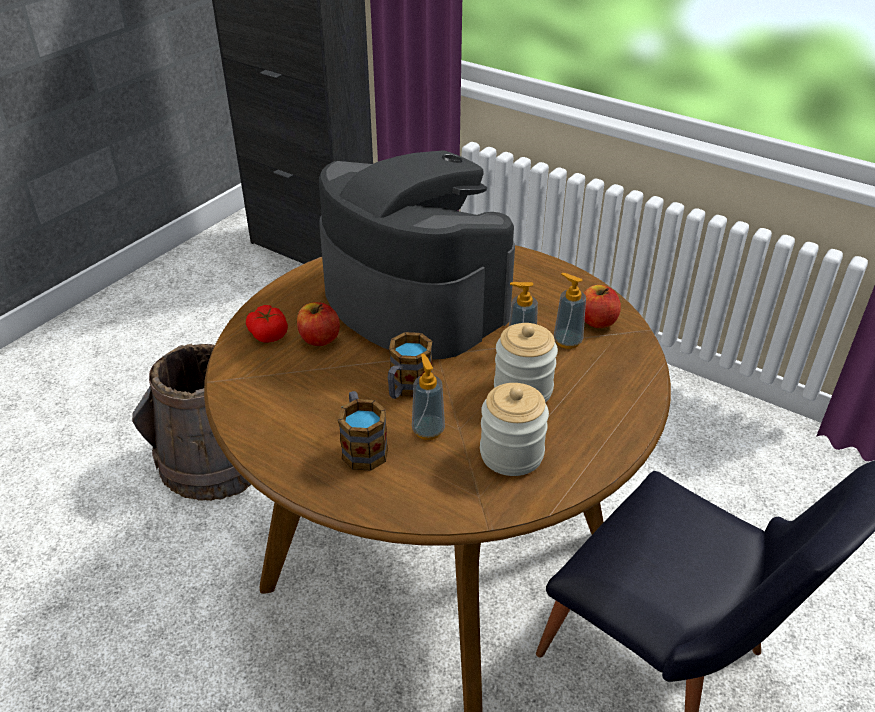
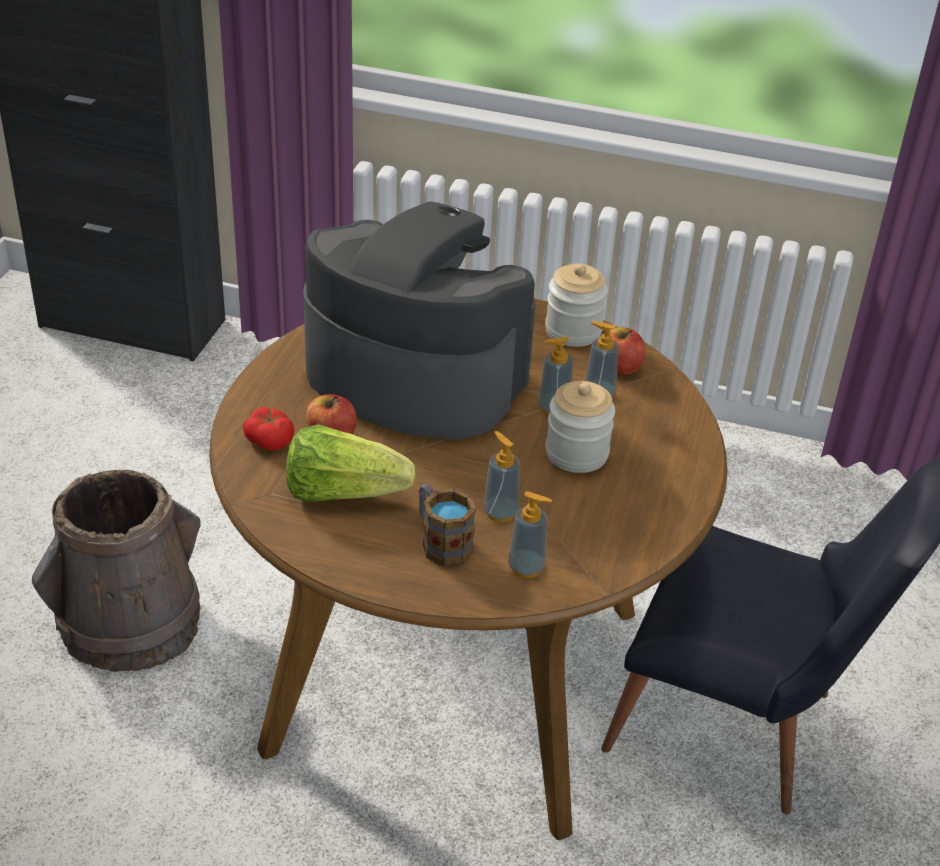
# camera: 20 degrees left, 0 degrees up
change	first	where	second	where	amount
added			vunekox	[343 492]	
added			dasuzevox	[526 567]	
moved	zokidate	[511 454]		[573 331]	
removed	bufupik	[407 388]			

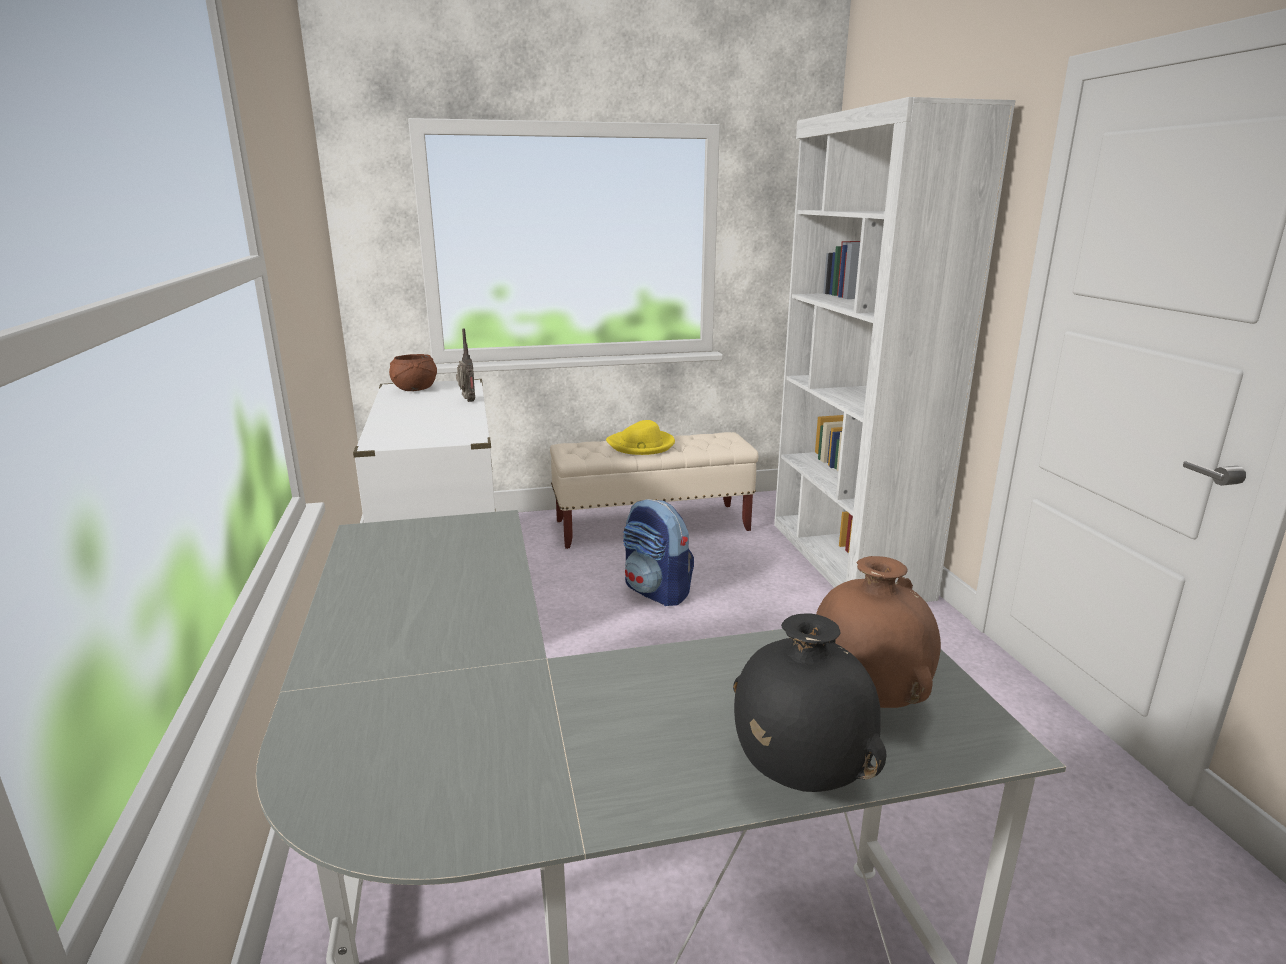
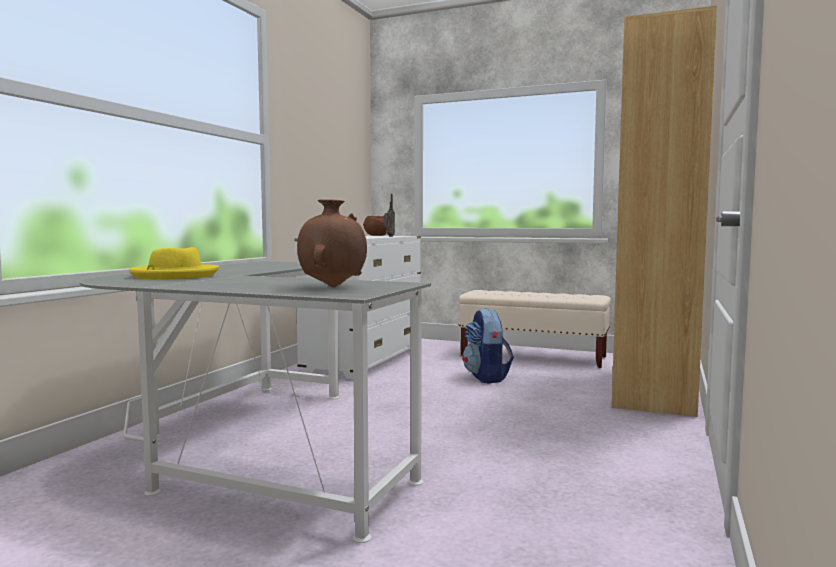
# camera: 35 degrees right, 15 degrees down
change	first	where	second	where	amount
moved	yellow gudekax	[641 445]		[174 275]	
recoloured	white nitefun	[846 559]	brown nitefun	[654 389]	
removed	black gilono	[798 775]			

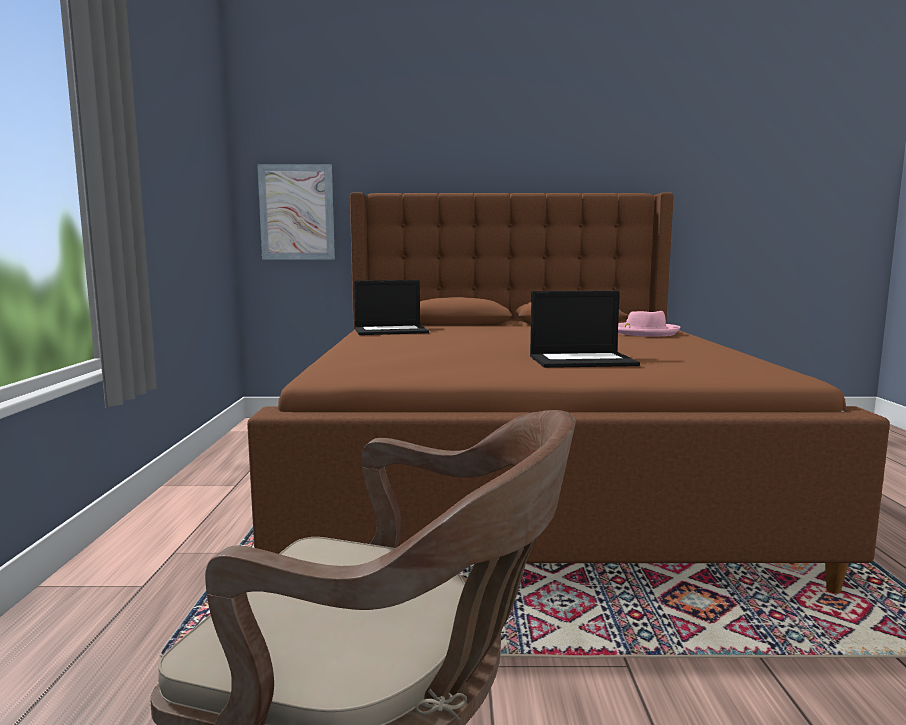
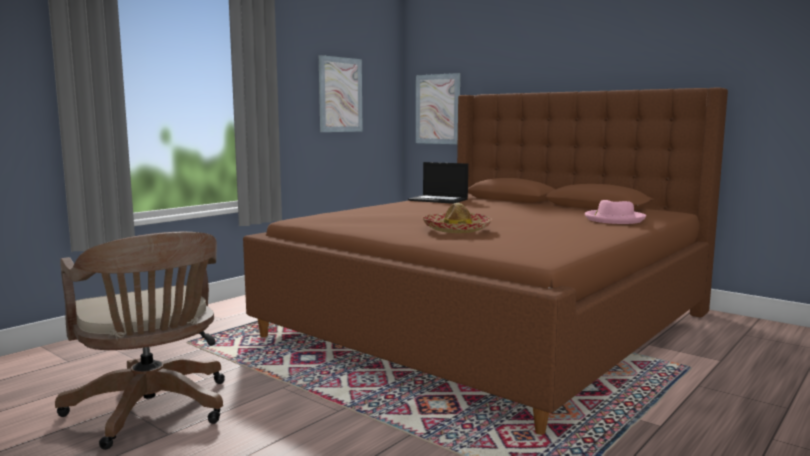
# camera: 40 degrees right, 0 degrees up
change	first	where	second	where	amount
added			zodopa	[340 95]	
replaced	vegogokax	[583 360]	gudekax	[457 230]	

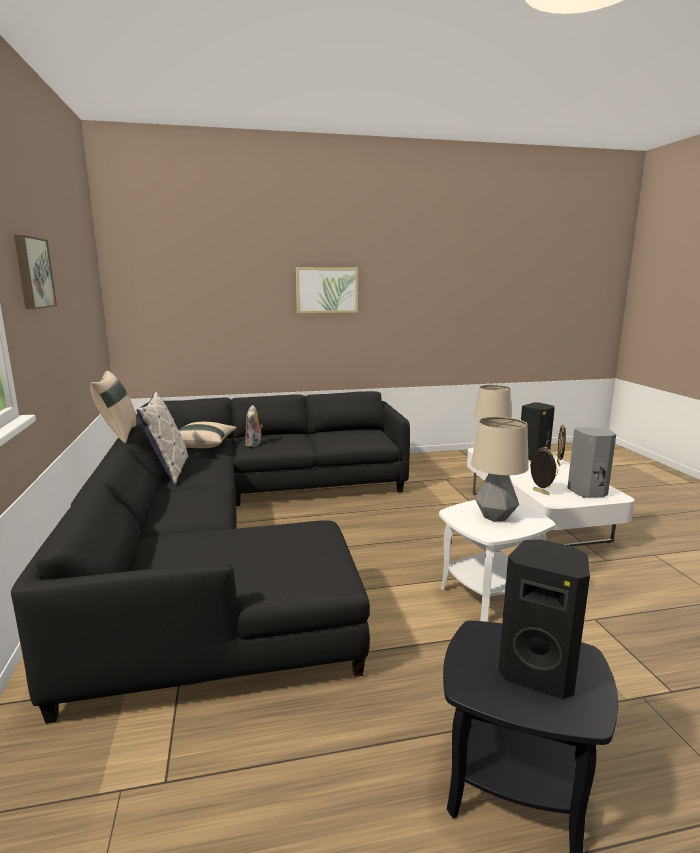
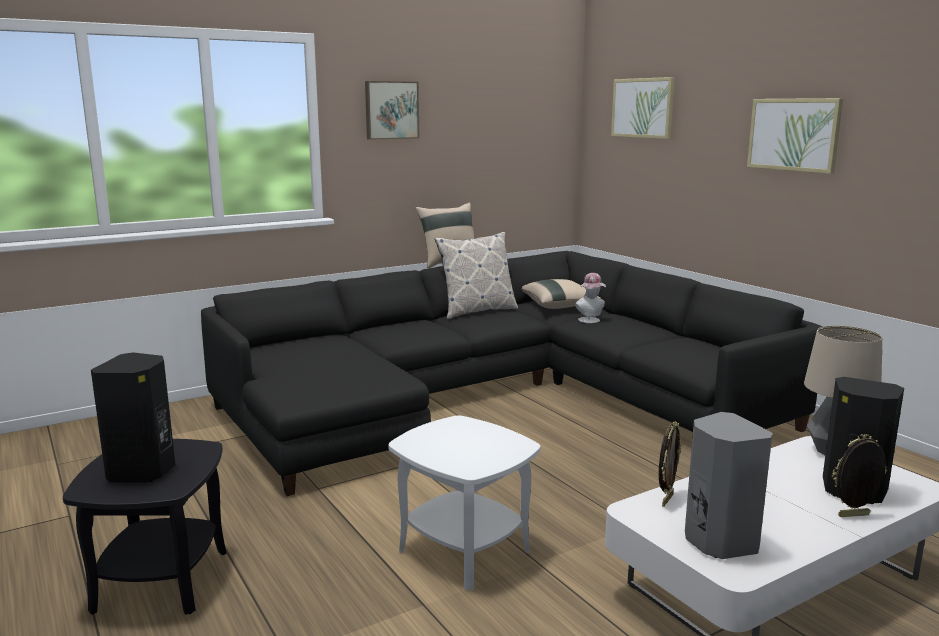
# camera: 70 degrees right, 0 degrees up
change	first	where	second	where	amount
replaced	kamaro	[254 444]	gudekax	[591 321]	
added			zodopa	[643 108]	
removed	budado	[495 517]			

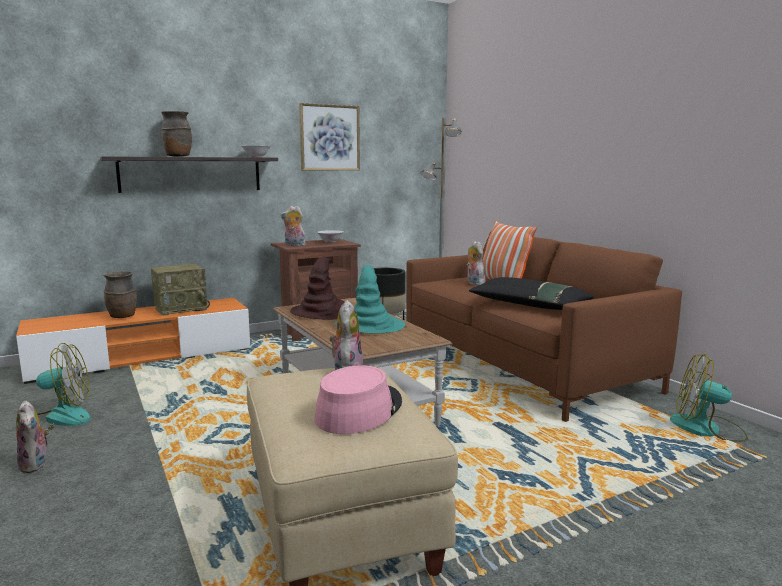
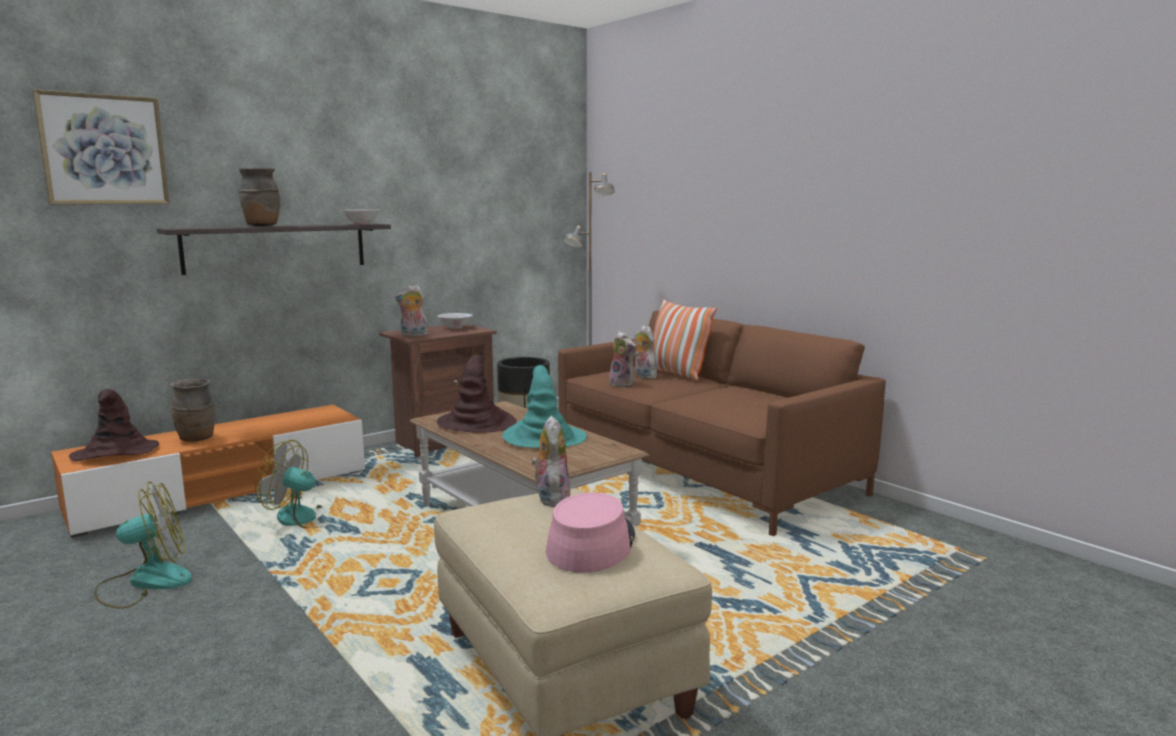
# camera: 10 degrees left, 0 degrees up
change	first	where	second	where	amount
moved	zodopa	[329 138]		[104 150]	
added			brown gudekax	[115 453]	
moved	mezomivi	[707 429]		[306 519]	
moved	kamaro	[36 465]		[623 384]	
removed	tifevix	[181 309]			
removed	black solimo	[529 305]			

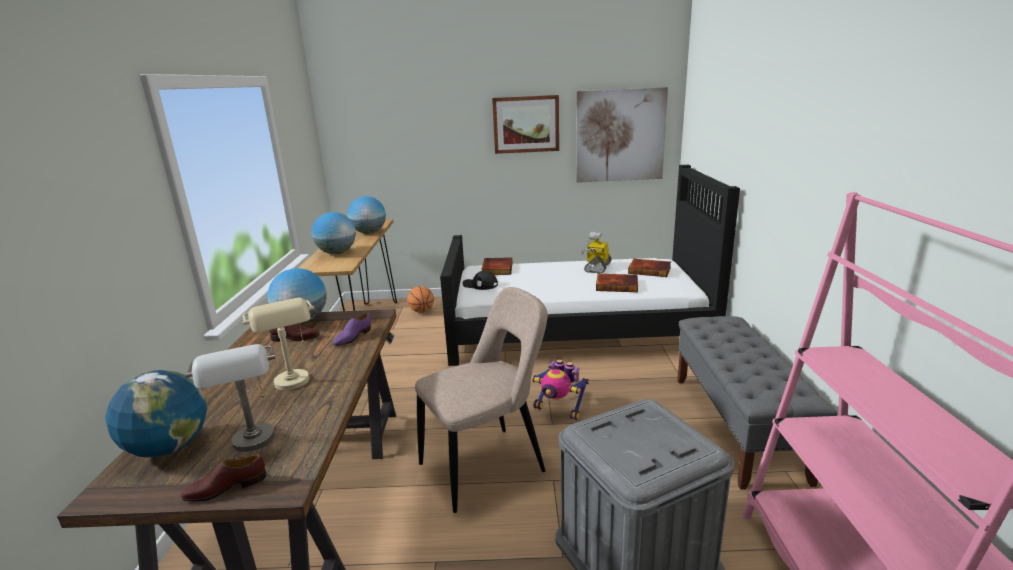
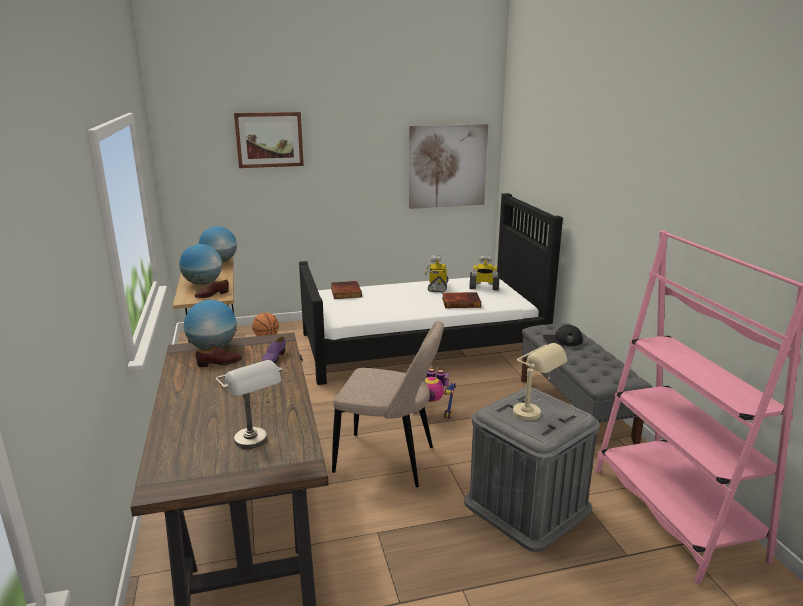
# camera: 15 degrees left, 0 degrees up
change	first	where	second	where	amount
moved	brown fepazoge	[226 488]		[212 295]	
moved	zodopa	[526 124]		[269 139]	
turned	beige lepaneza	[487 465]		[389 460]	60 degrees clockwise
replaced	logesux	[650 270]	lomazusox	[483 287]	
moved	beige budado	[295 386]		[535 416]	
moved	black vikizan	[480 284]		[562 340]	
removed	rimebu	[169 447]			

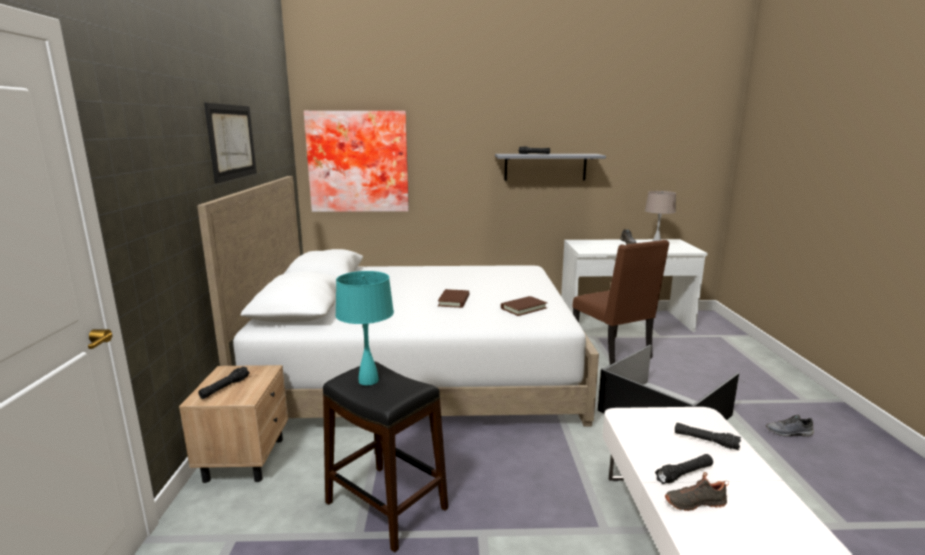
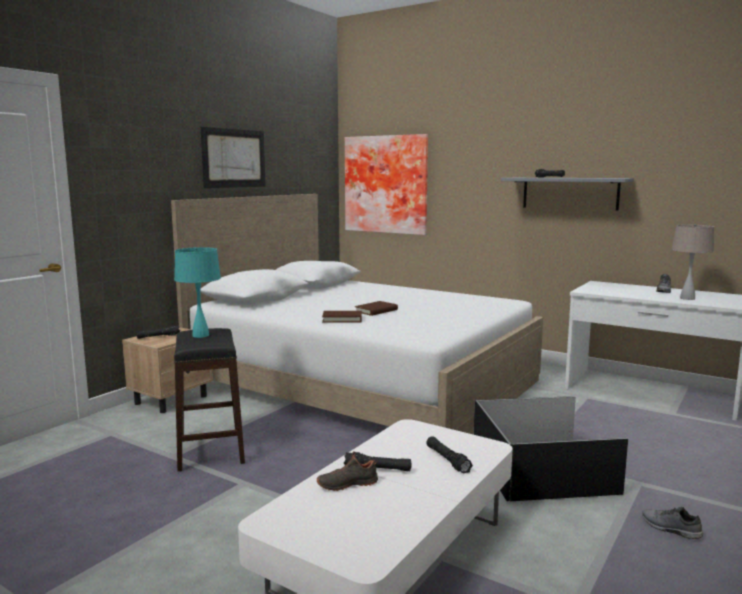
# camera: 35 degrees right, 5 degrees down
change	first	where	second	where	amount
turned	black fepazoge	[694 502]		[347 484]	45 degrees counterclockwise
moved	brown logesux	[523 308]		[342 319]	
removed	brown lepaneza	[613 352]			

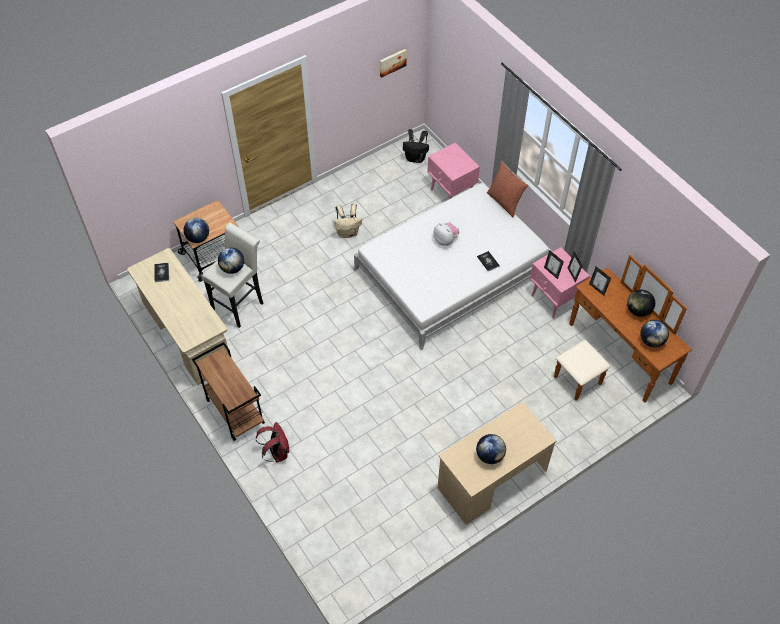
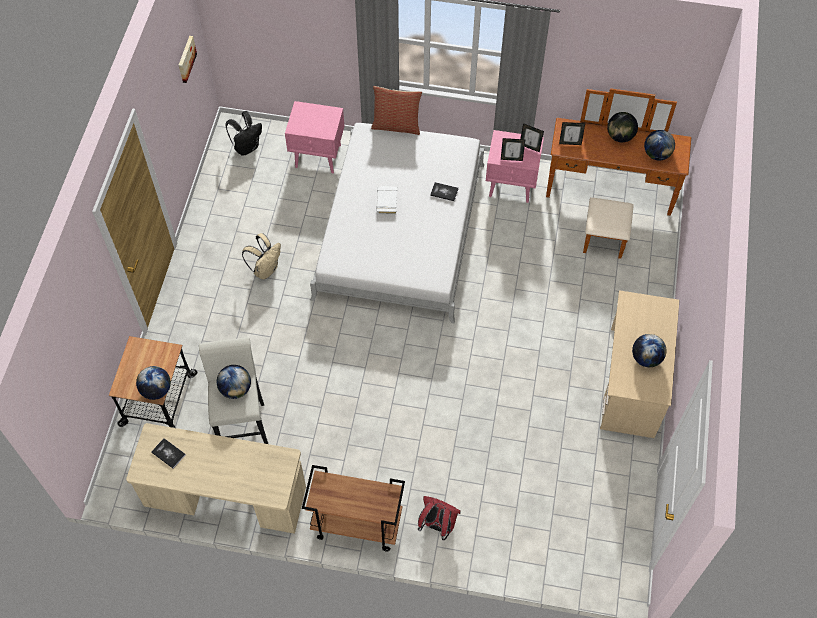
# camera: 45 degrees left, 5 degrees up
change	first	where	second	where	amount
replaced	kamaro	[445 240]	white logesux	[386 202]	

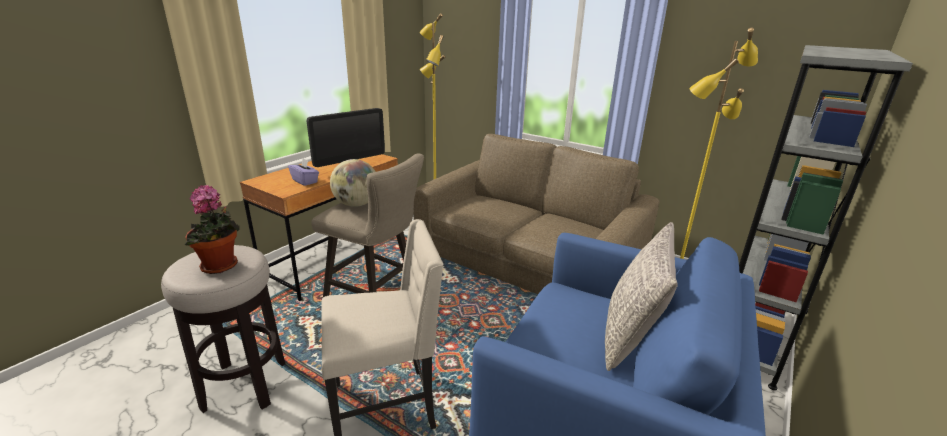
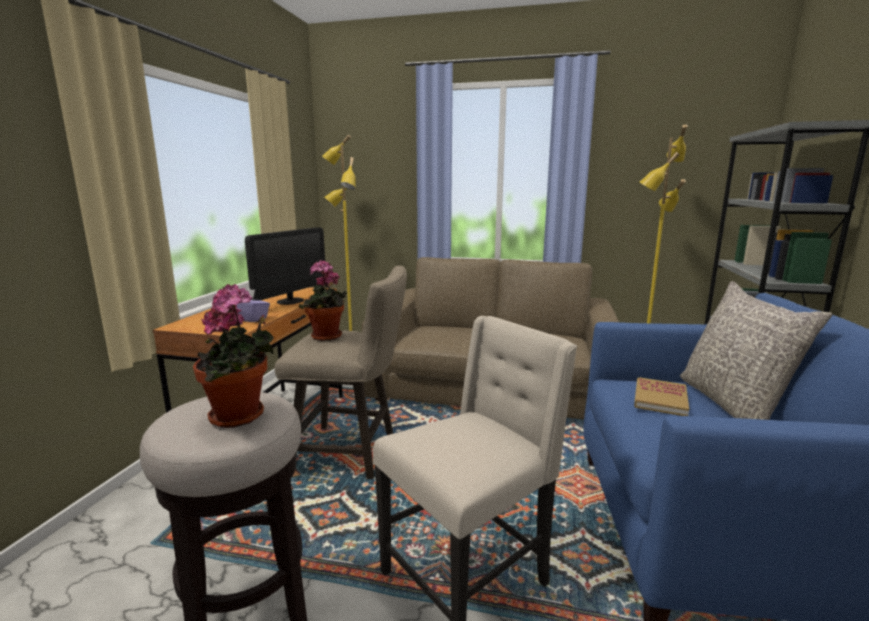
# camera: 20 degrees left, 10 degrees down
change	first	where	second	where	amount
replaced	rimebu	[356 204]	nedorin	[326 337]	
added			logesux	[660 399]	

